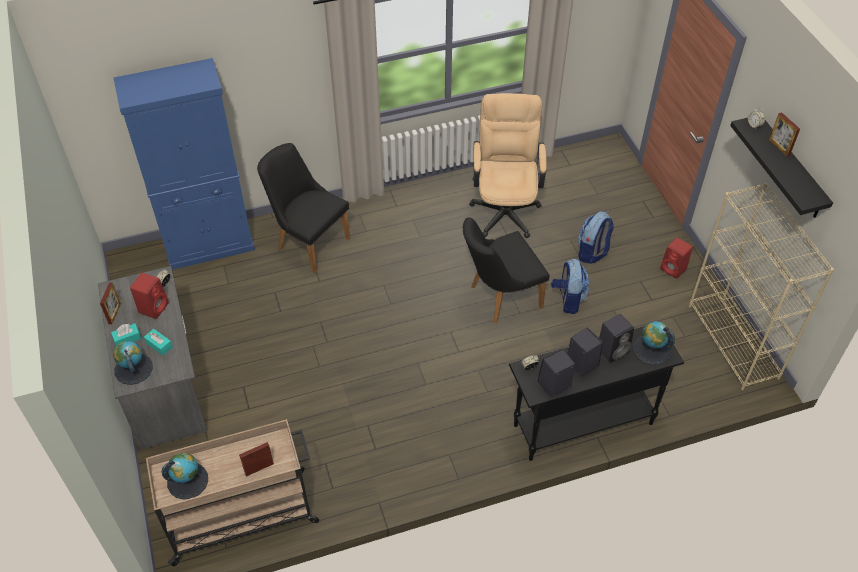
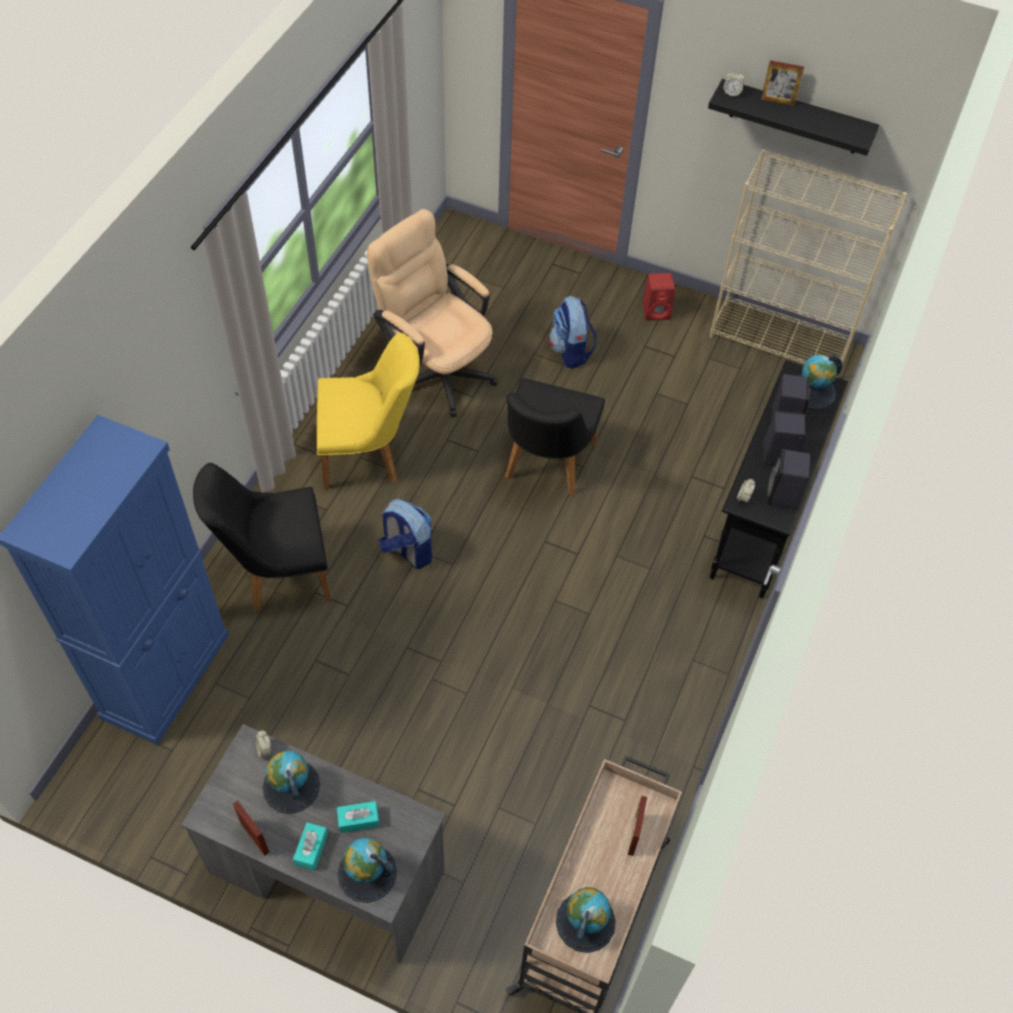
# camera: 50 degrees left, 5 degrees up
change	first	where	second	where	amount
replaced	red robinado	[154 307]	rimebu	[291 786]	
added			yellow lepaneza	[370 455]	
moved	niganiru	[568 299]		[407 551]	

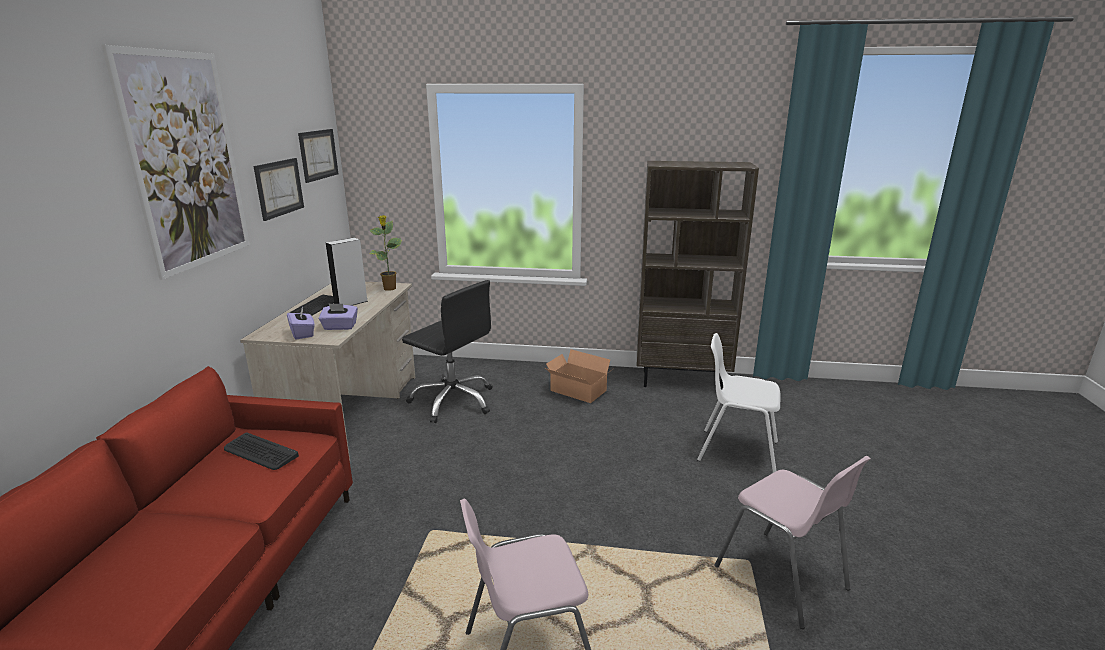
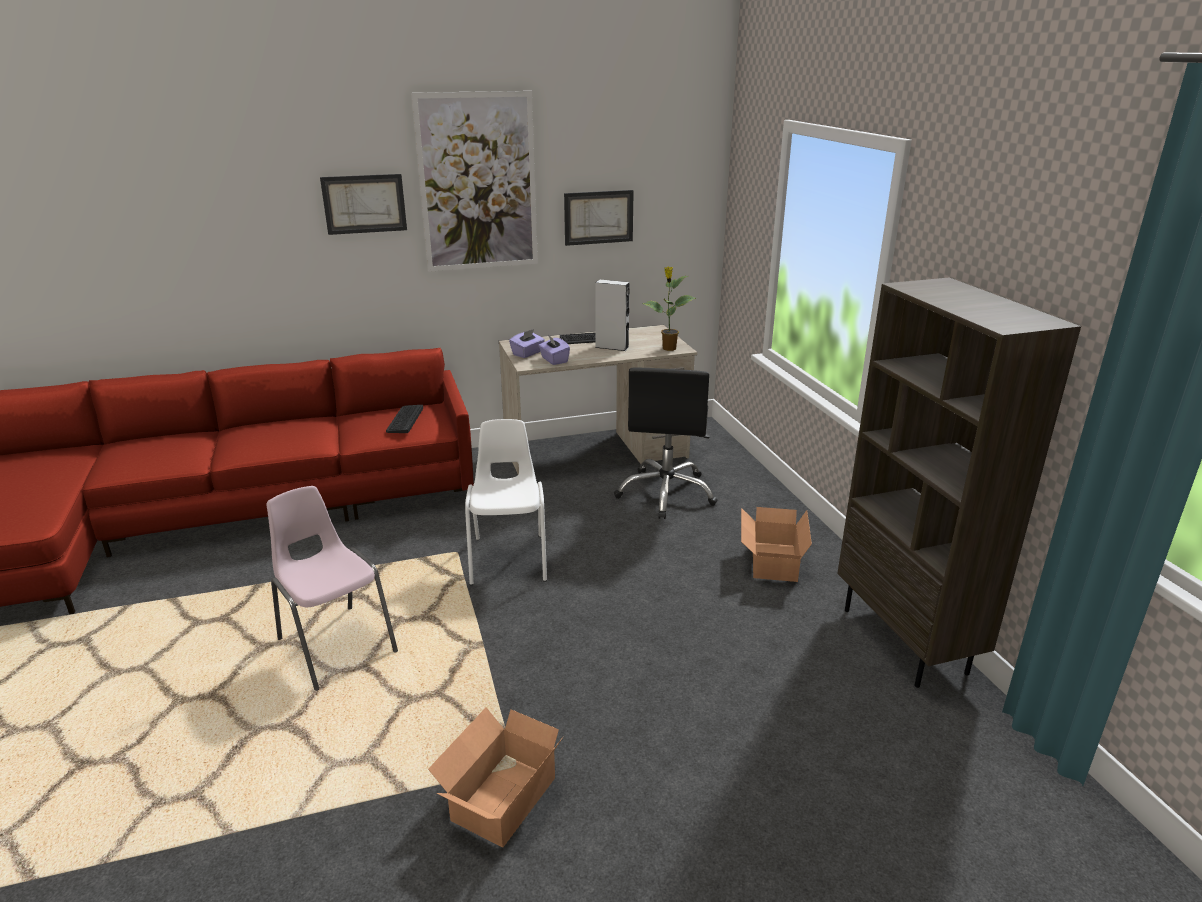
# camera: 65 degrees right, 5 degrees up
change	first	where	second	where	amount
moved	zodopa	[318 154]		[364 204]	
replaced	pink lepaneza	[782 578]	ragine	[499 799]	
moved	white lepaneza	[737 451]		[509 558]	

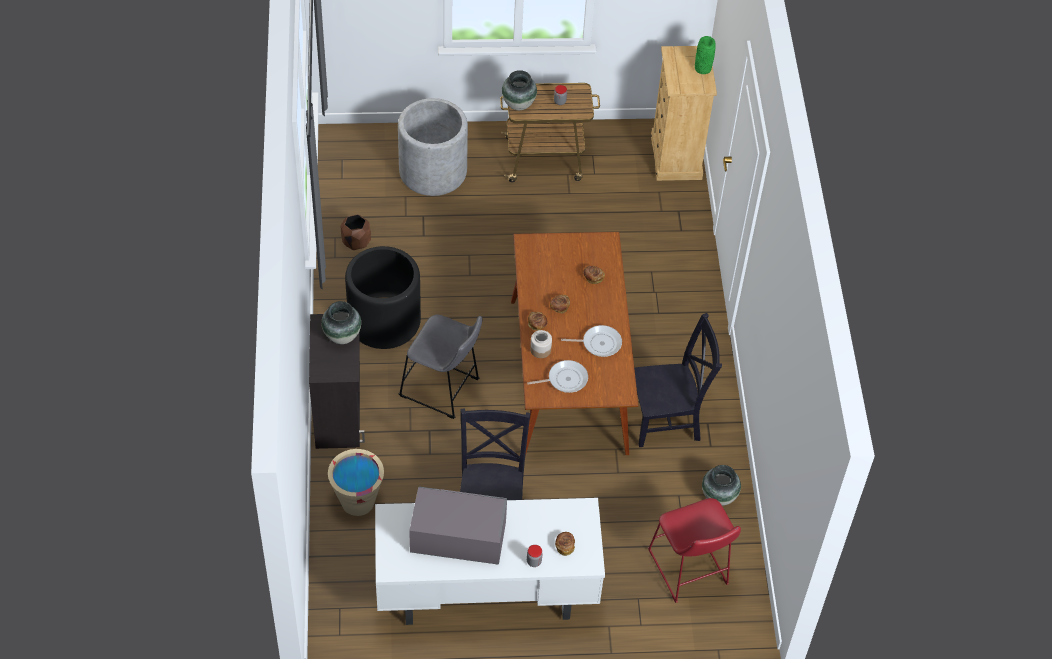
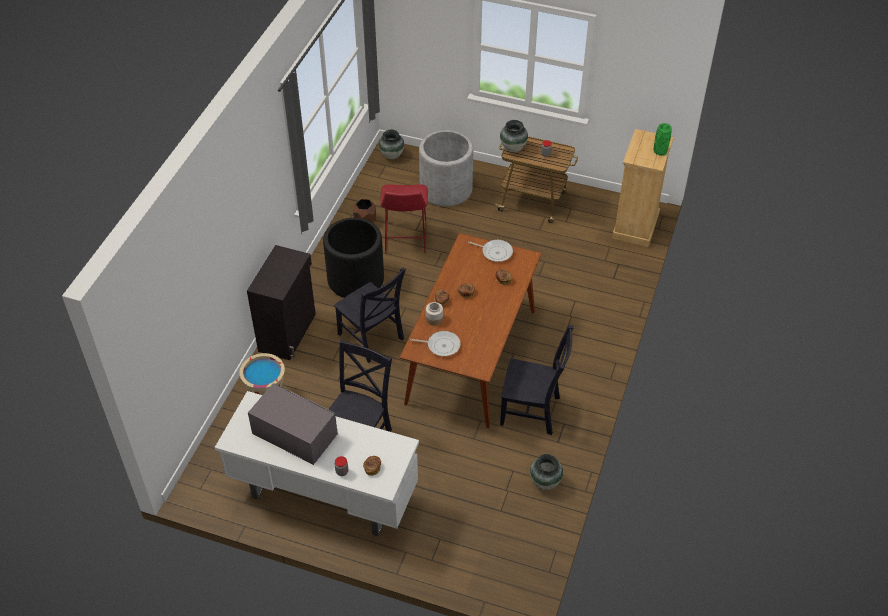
# camera: 25 degrees right, 5 degrees down
change	first	where	second	where	amount
replaced	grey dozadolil	[443 389]	black lepaneza	[372 338]	
moved	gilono	[342 336]		[391 155]	
moved	red dozadolil	[689 571]		[405 239]	
moved	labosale	[599 343]		[495 252]	

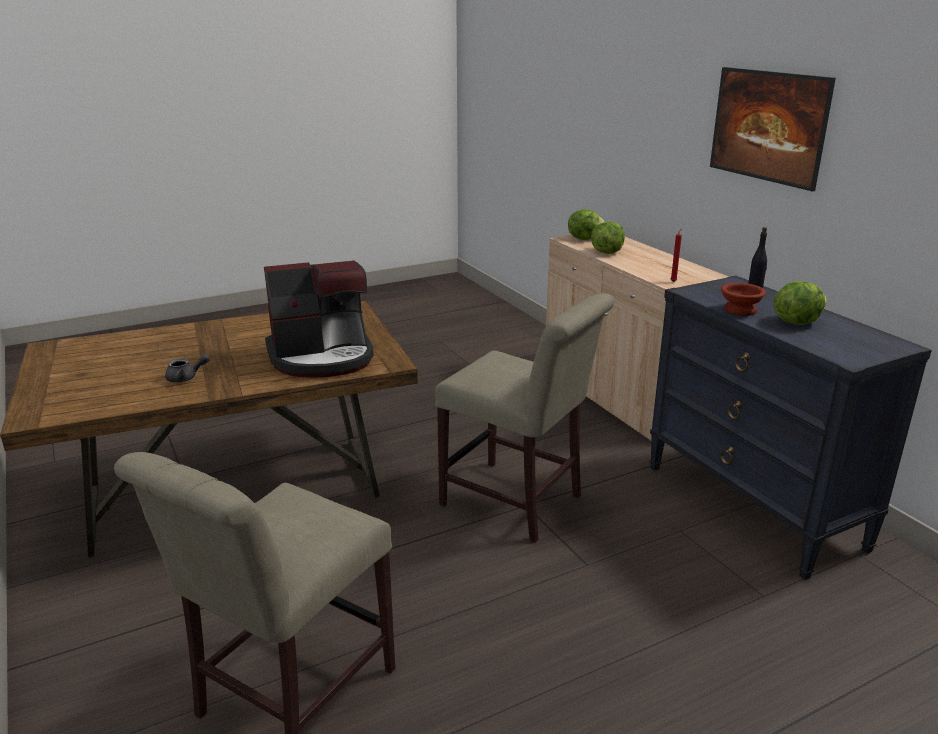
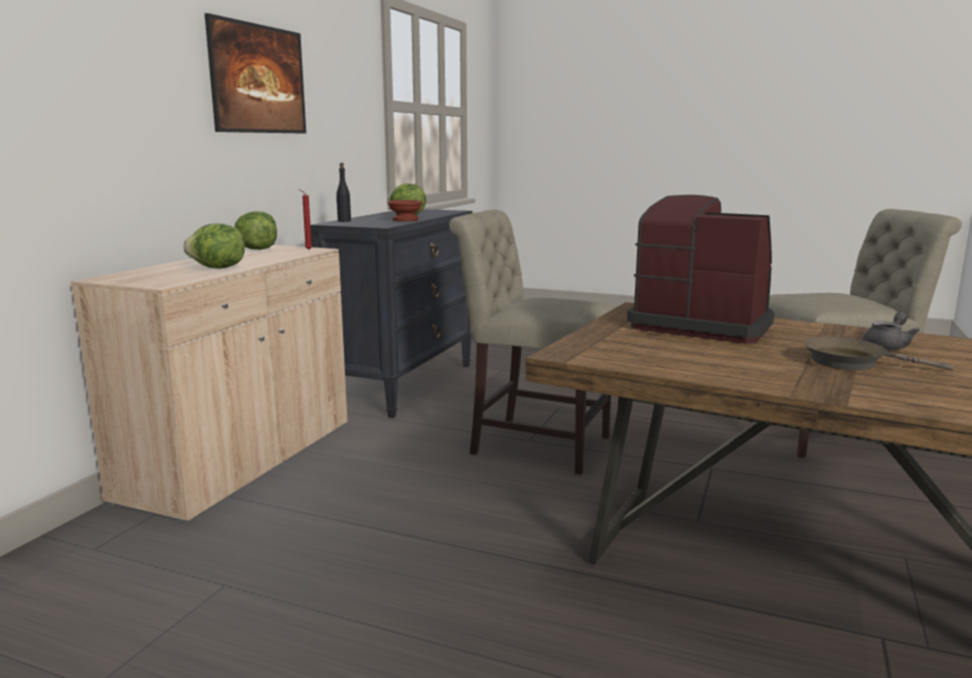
# camera: 130 degrees left, 10 degrees down
change	first	where	second	where	amount
moved	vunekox	[584 238]		[256 249]	
turned	beige lepaneza	[517 503]		[533 443]	60 degrees counterclockwise
added			brown labosale	[851 362]	
turned	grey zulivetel	[186 378]		[888 346]	105 degrees clockwise

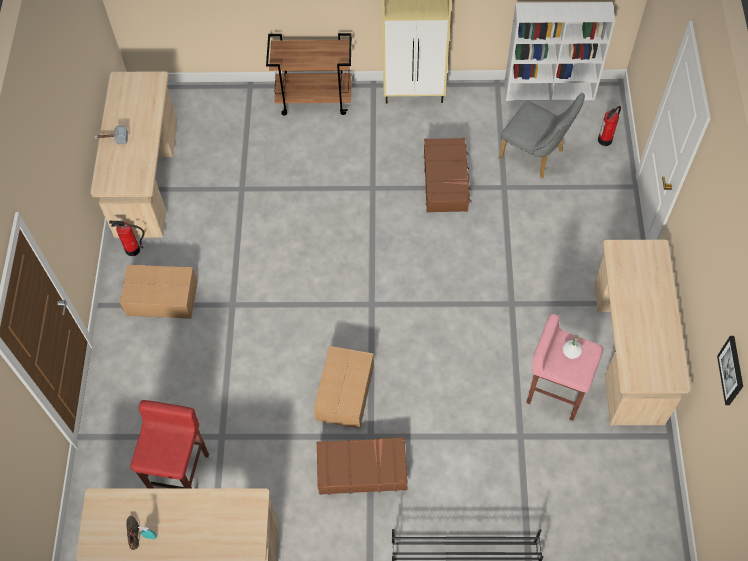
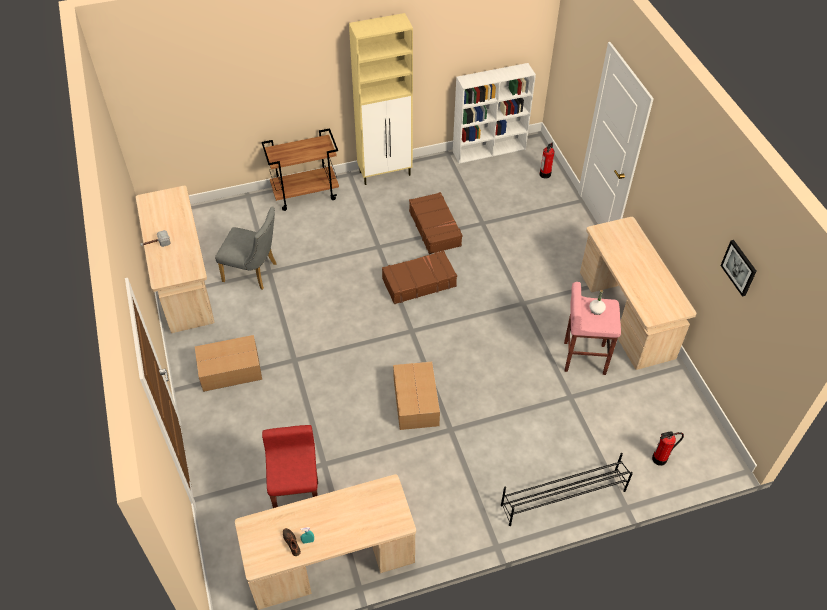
# camera: 20 degrees left, 10 degrees down
change	first	where	second	where	amount
moved	grey lepaneza	[535 156]		[254 273]	
moved	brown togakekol	[361 469]		[418 282]	
moved	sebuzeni	[133 250]		[659 459]	

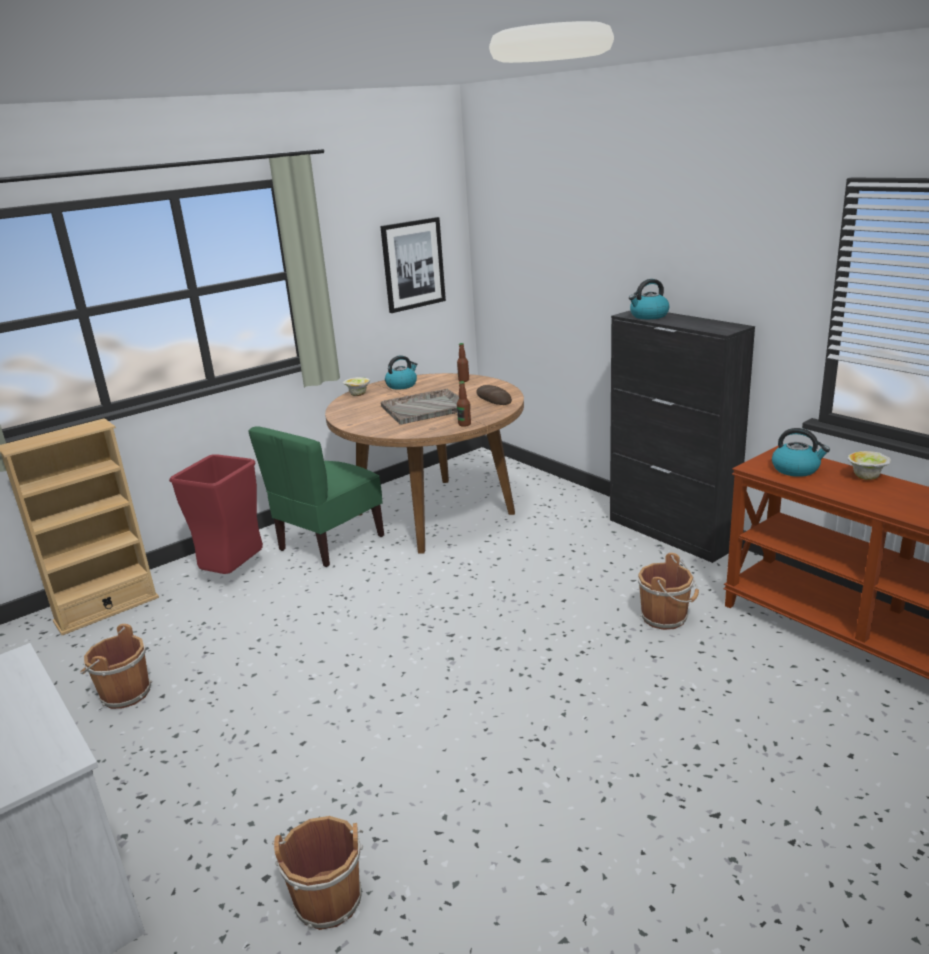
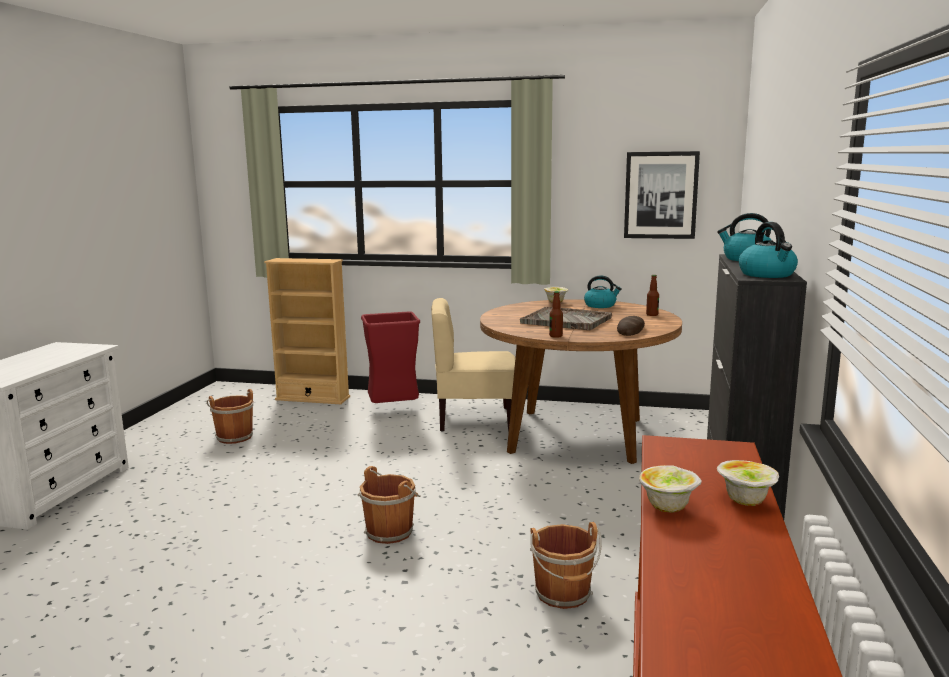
# camera: 50 degrees right, 10 degrees down
change	first	where	second	where	amount
moved	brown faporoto	[328 897]		[391 531]	
recoloured	green lepaneza	[330 543]	beige lepaneza	[474 420]	
added			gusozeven	[668 508]	
moved	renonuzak	[796 469]		[767 274]	

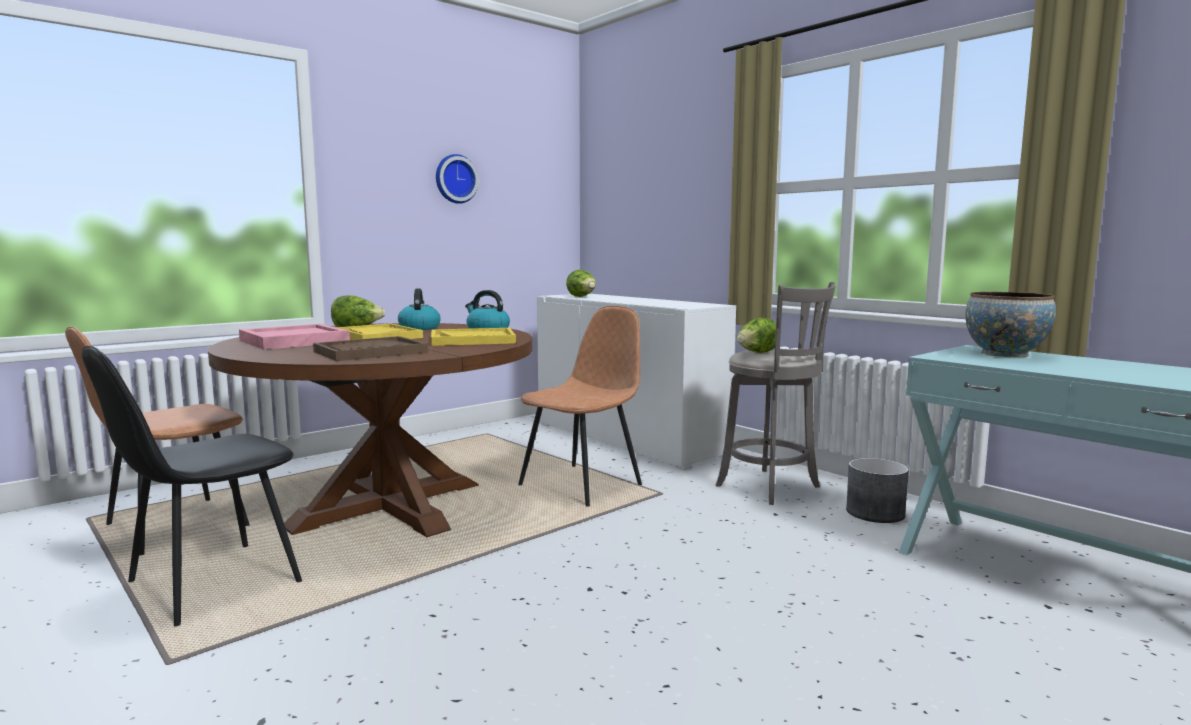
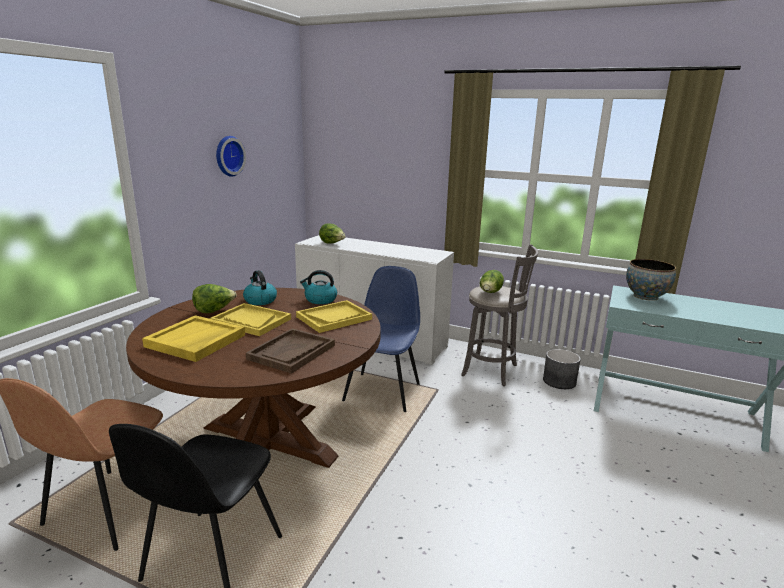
# camera: 25 degrees left, 10 degrees up
change	first	where	second	where	amount
recoloured	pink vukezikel	[293 341]	yellow vukezikel	[196 341]	
recoloured	brown lepaneza	[582 484]	blue lepaneza	[383 391]	

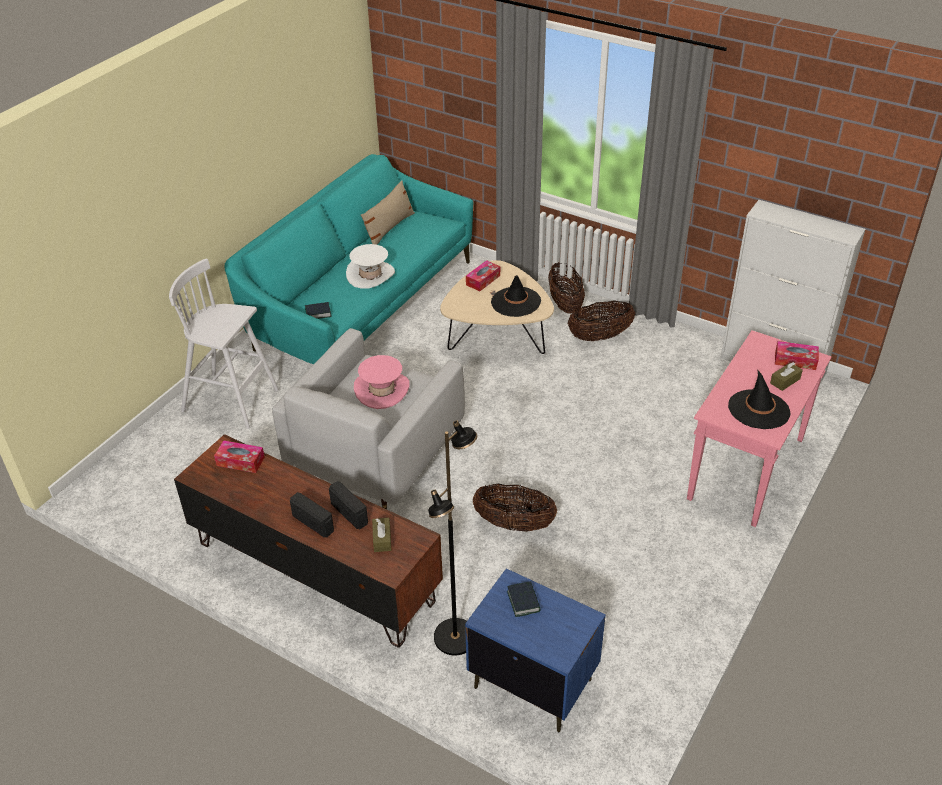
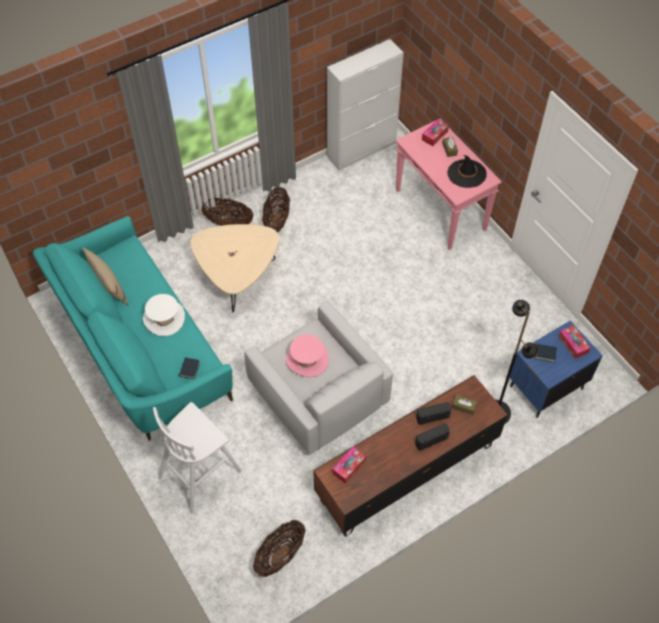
# camera: 65 degrees left, 15 degrees up
change	first	where	second	where	amount
moved	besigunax	[514 524]		[280 555]	
moved	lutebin	[483 280]		[573 344]	
removed	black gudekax	[515 302]			

